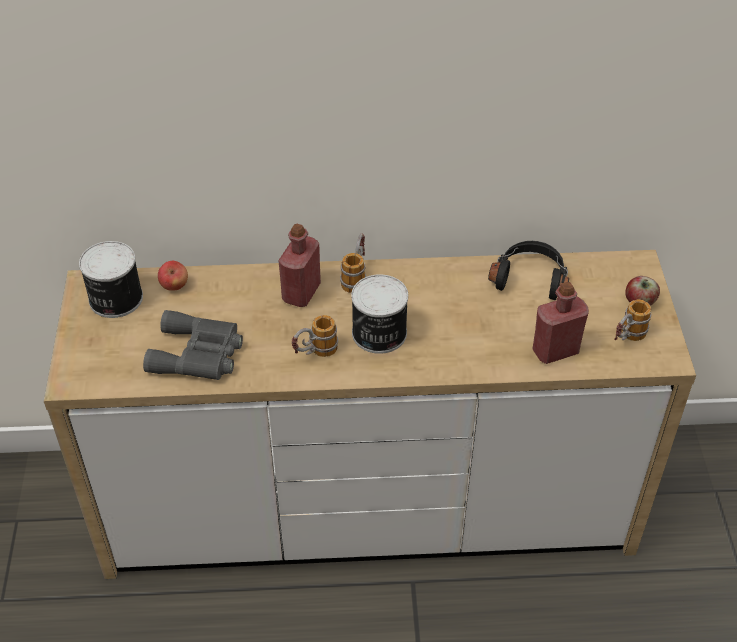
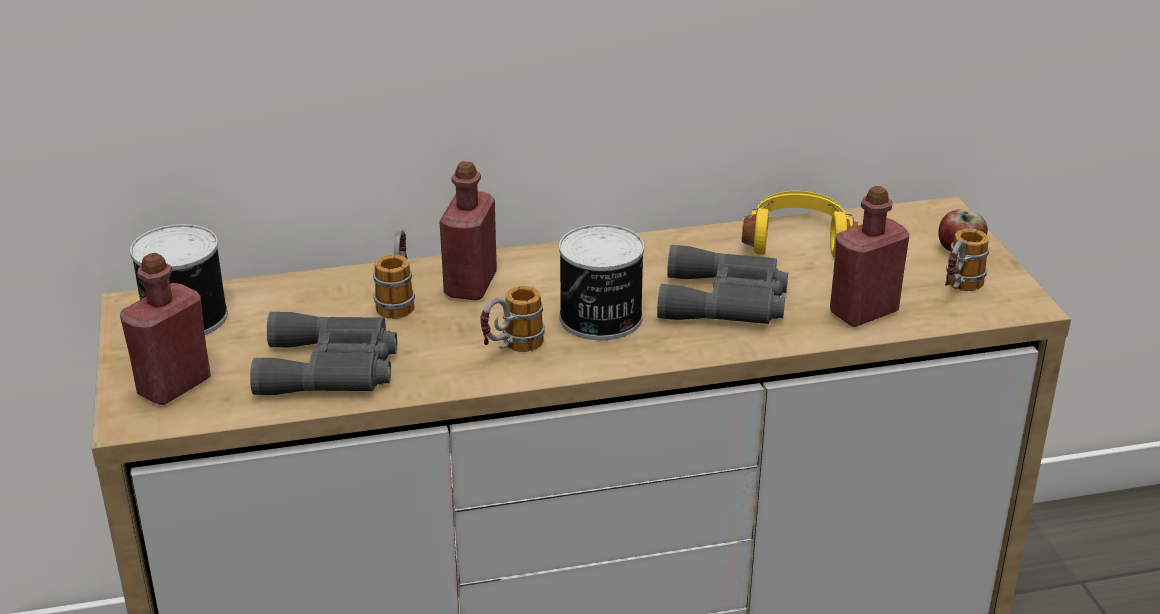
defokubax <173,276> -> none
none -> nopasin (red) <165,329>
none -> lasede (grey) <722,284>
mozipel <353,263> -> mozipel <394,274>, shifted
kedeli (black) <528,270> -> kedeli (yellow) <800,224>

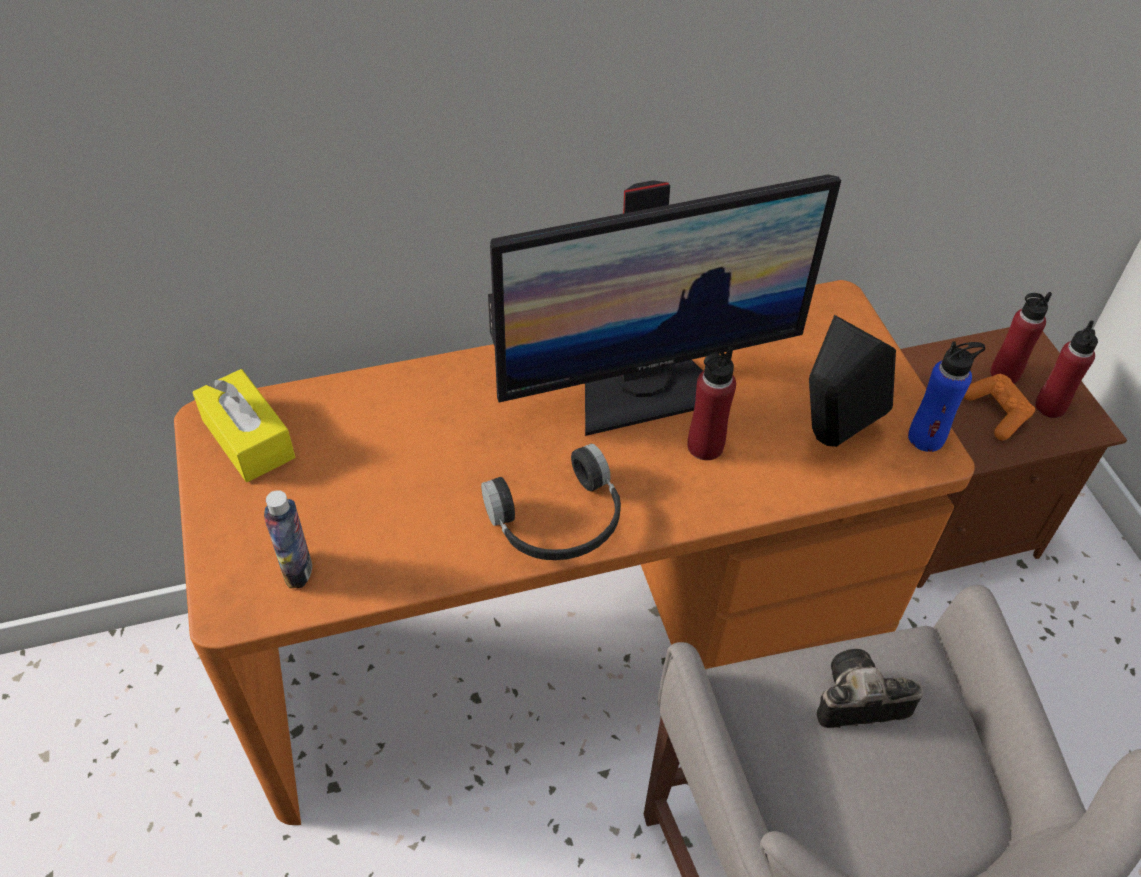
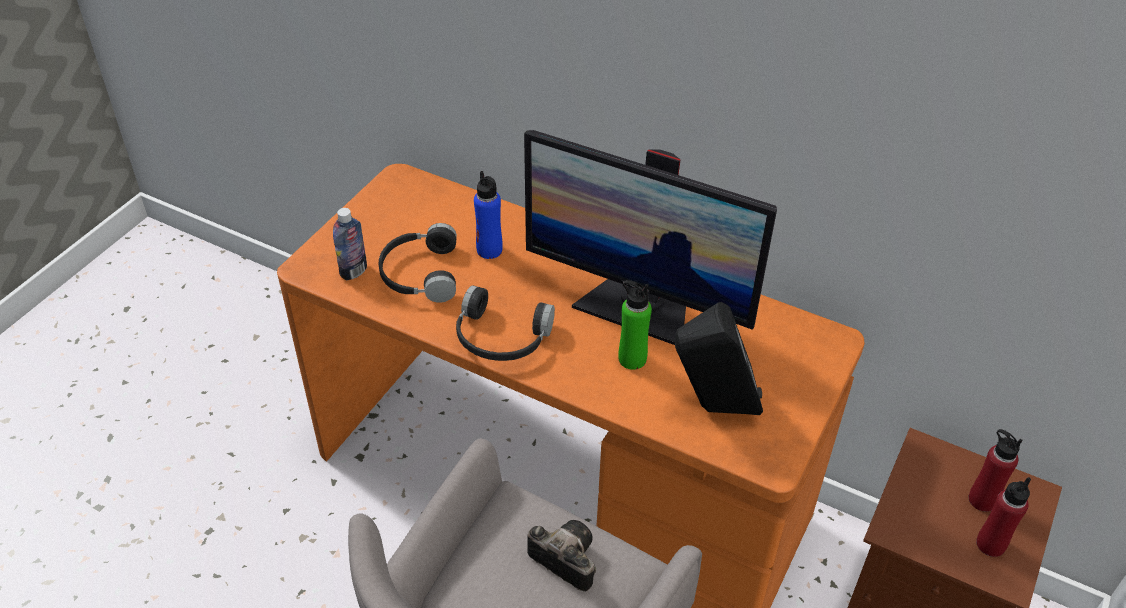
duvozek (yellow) <243,425> -> none
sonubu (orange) <999,407> -> none
none -> kedeli (black) <417,263>
nopasin (blue) <946,396> -> nopasin (blue) <488,215>, shifted
nopasin (red) <712,403> -> nopasin (green) <635,325>

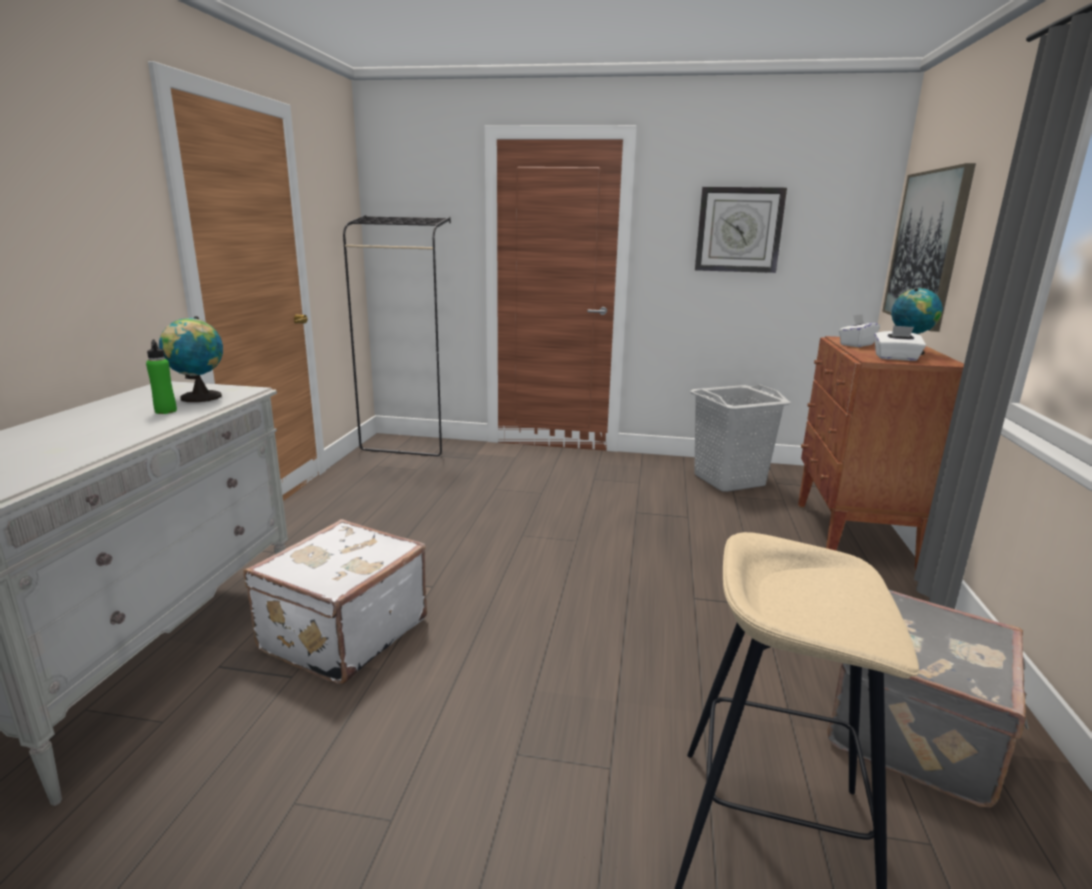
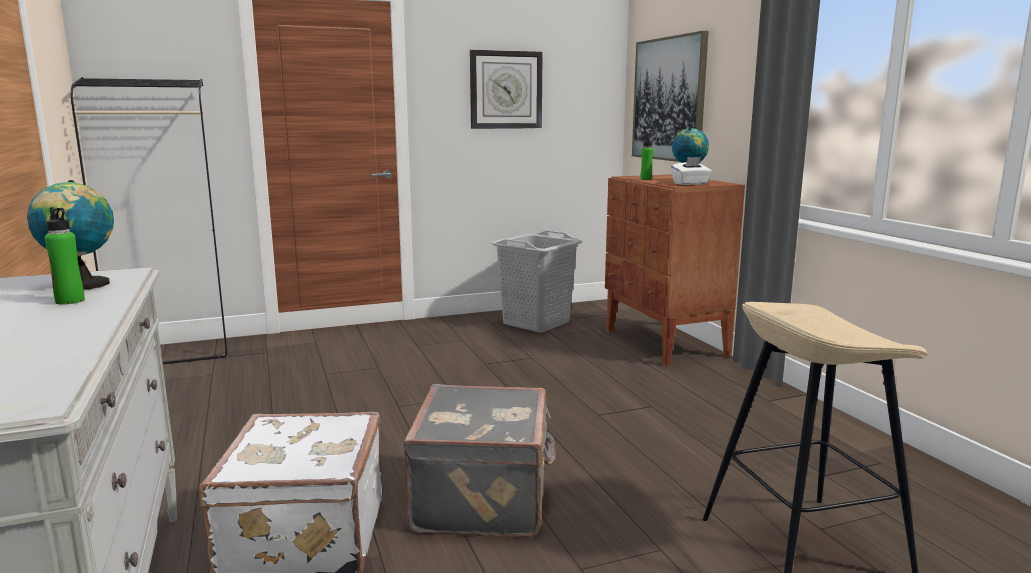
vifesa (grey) <928,698> -> vifesa (grey) <479,460>, shifted
duvozek (white) <859,330> -> nopasin (green) <646,158>

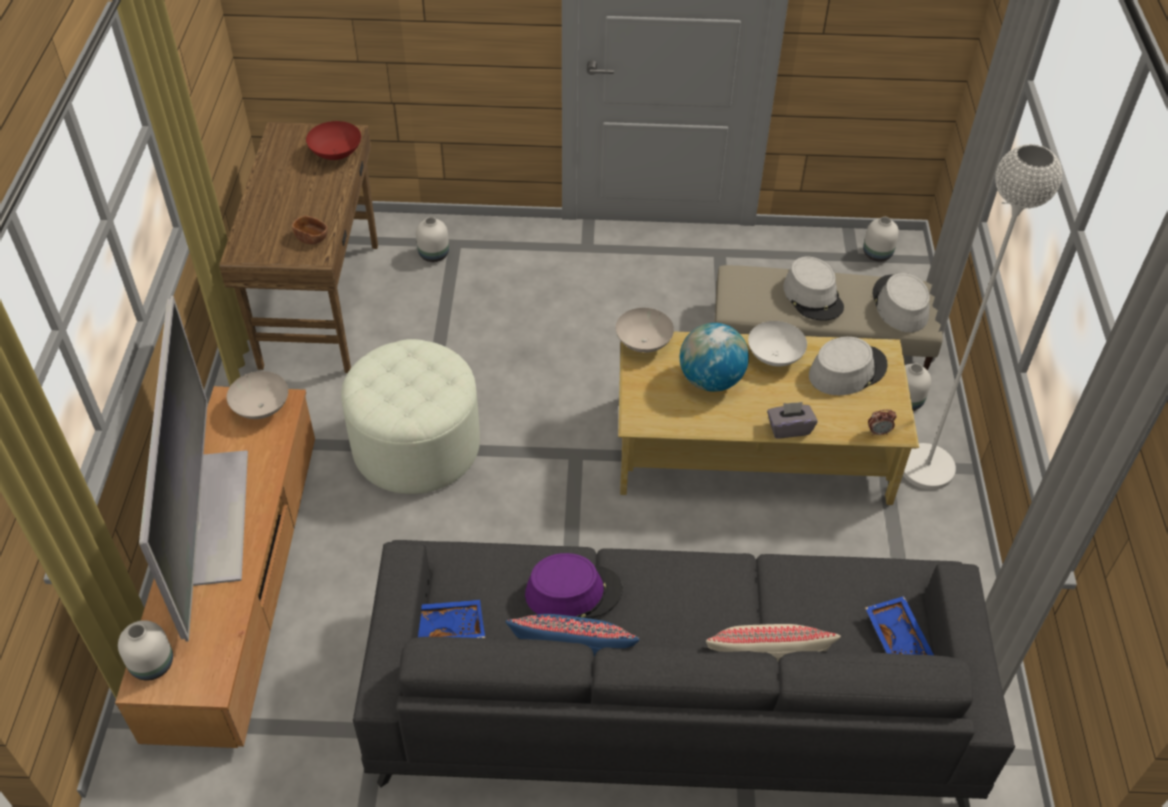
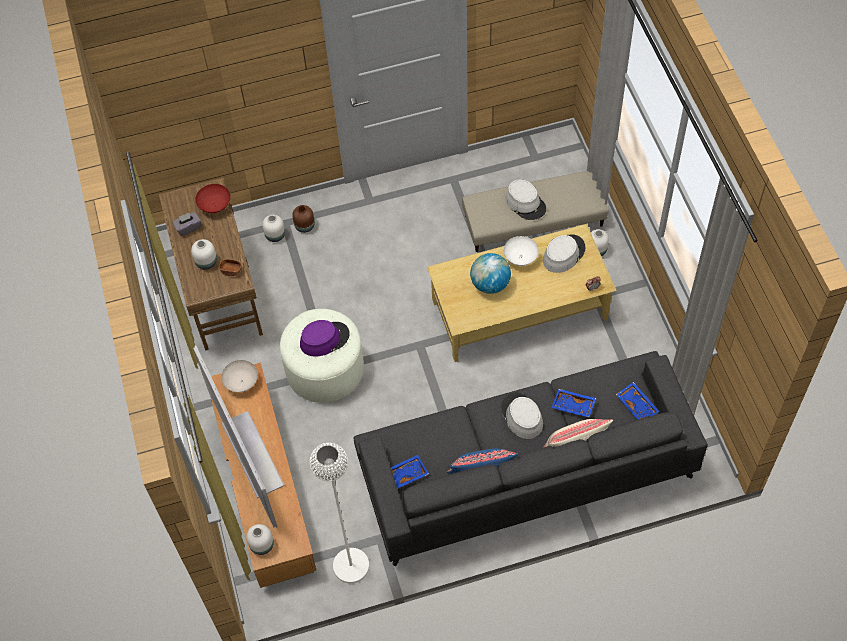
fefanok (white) <645,330> -> none
none -> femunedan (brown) <303,219>
none -> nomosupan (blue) <573,403>
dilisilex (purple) <574,585> -> dilisilex (purple) <325,338>, shifted
duvozek (grey) <792,420> -> duvozek (grey) <187,224>, shifted
femunedan (white) <881,239> -> femunedan (white) <204,254>, shifted
dilisilex (grey) <901,302> -> dilisilex (grey) <522,415>, shifted
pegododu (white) <982,317> -> pegododu (white) <339,513>, shifted

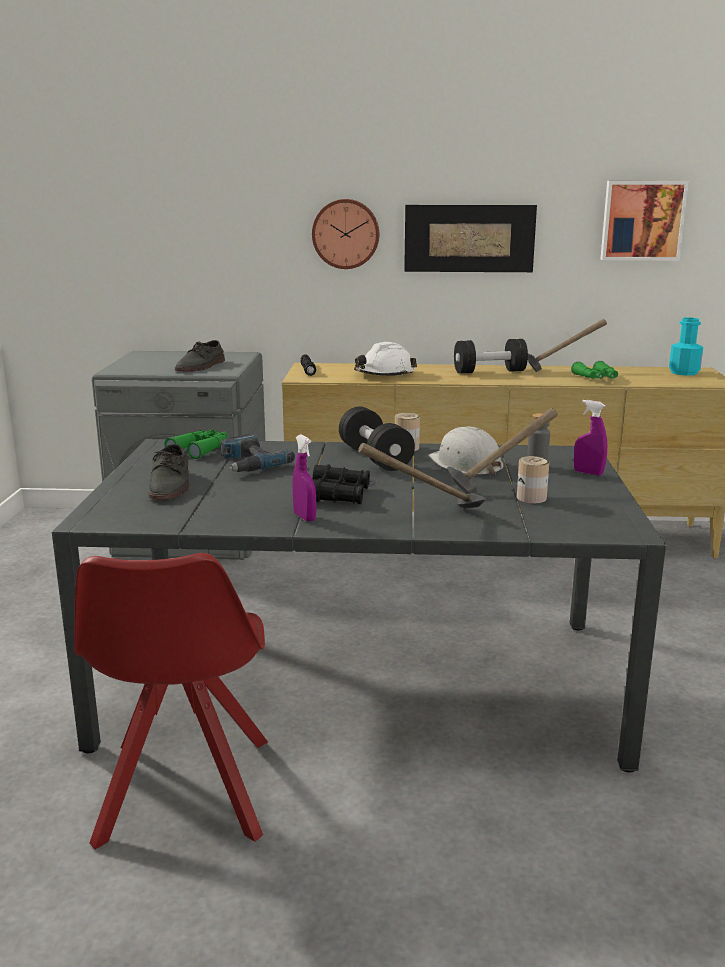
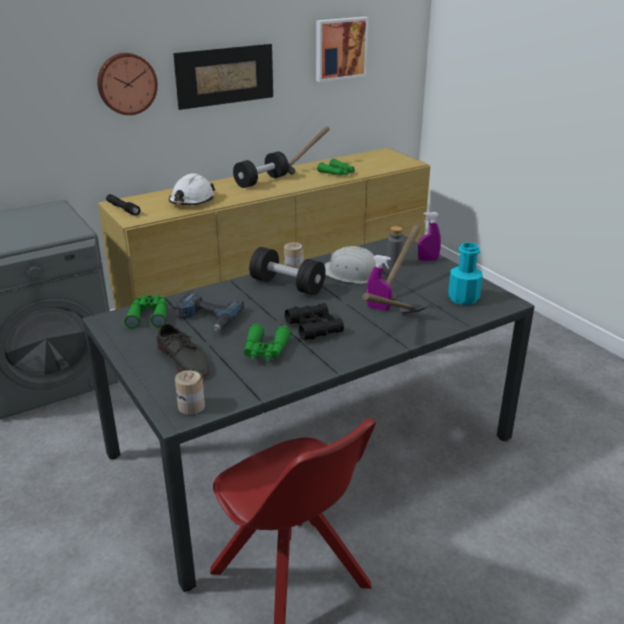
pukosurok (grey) <200,356> -> none
none -> lasede (green) <267,342>
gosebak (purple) <304,477> -> gosebak (purple) <379,283>, shifted
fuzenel <533,479> -> fuzenel <190,392>, shifted
nopasin (turquoise) <686,346> -> nopasin (turquoise) <465,273>, shifted

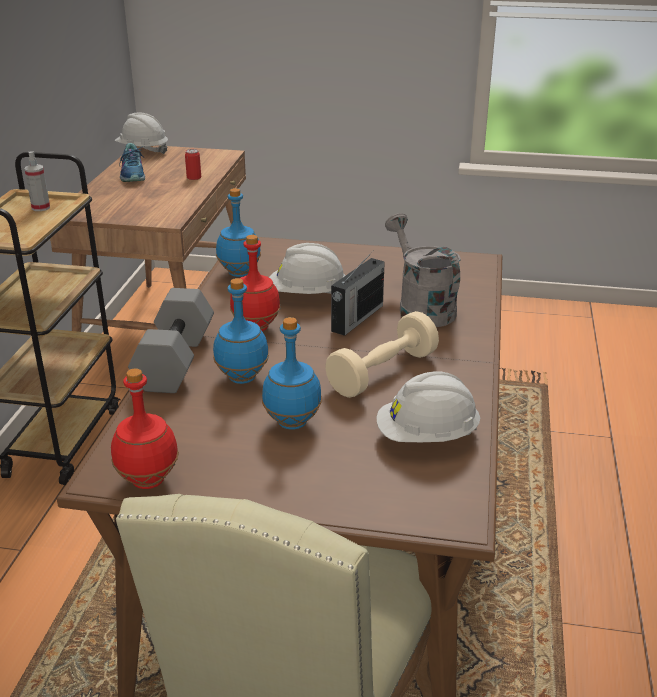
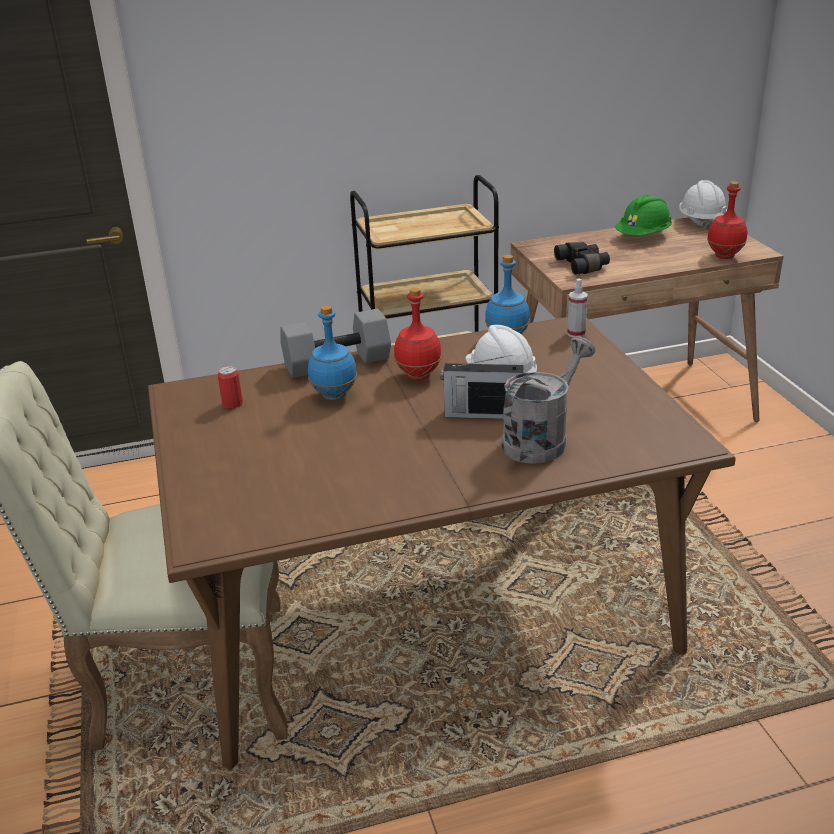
nopasin (blue) <292,373> -> none
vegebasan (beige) <382,354> -> none
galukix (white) <428,407> -> none
none -> lasede (black) <582,258>
gosebak <37,181> -> gosebak <577,308>, shifted
nopasin (red) <145,429> -> nopasin (red) <727,220>, shifted
fuzenel <193,164> -> fuzenel <230,386>, shifted
pukosurok <132,162> -> galukix (green) <643,215>

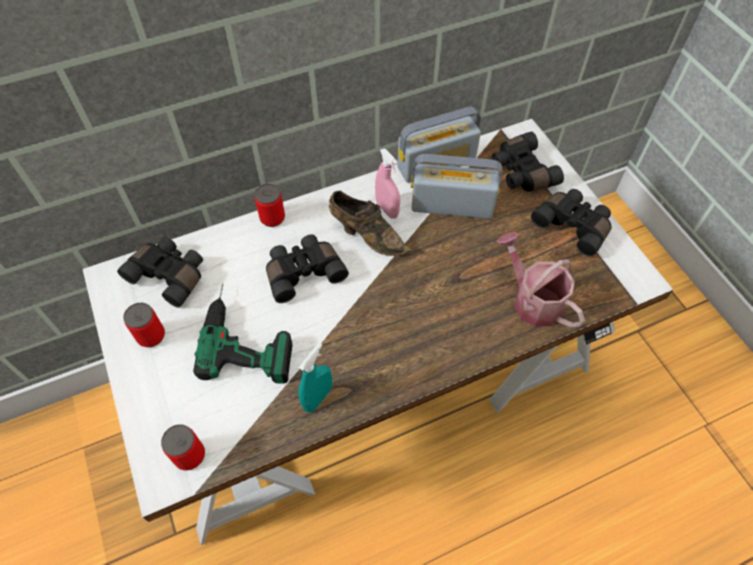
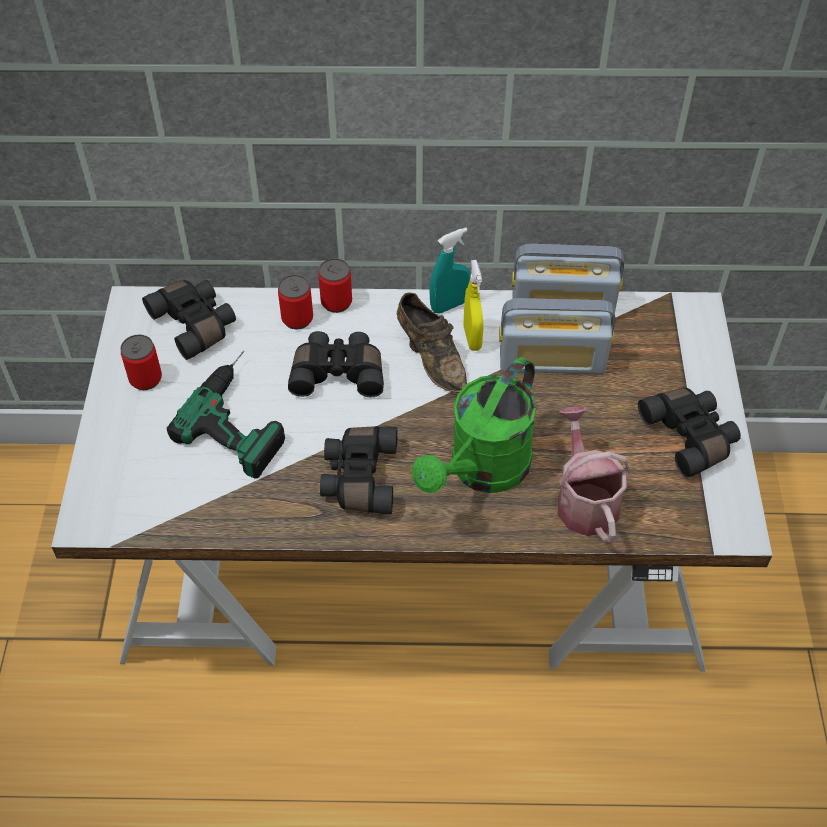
none -> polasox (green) <474,425>
fuzenel <183,447> -> fuzenel <295,302>, shifted
gosebak (turquoise) <315,377> -> gosebak (turquoise) <449,270>, shifted
lasede (black) <528,162> -> lasede (black) <358,470>, shifted
gosebak (pink) <387,183> -> gosebak (yellow) <473,305>
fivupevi <456,186> -> fivupevi <557,336>, 150 degrees clockwise

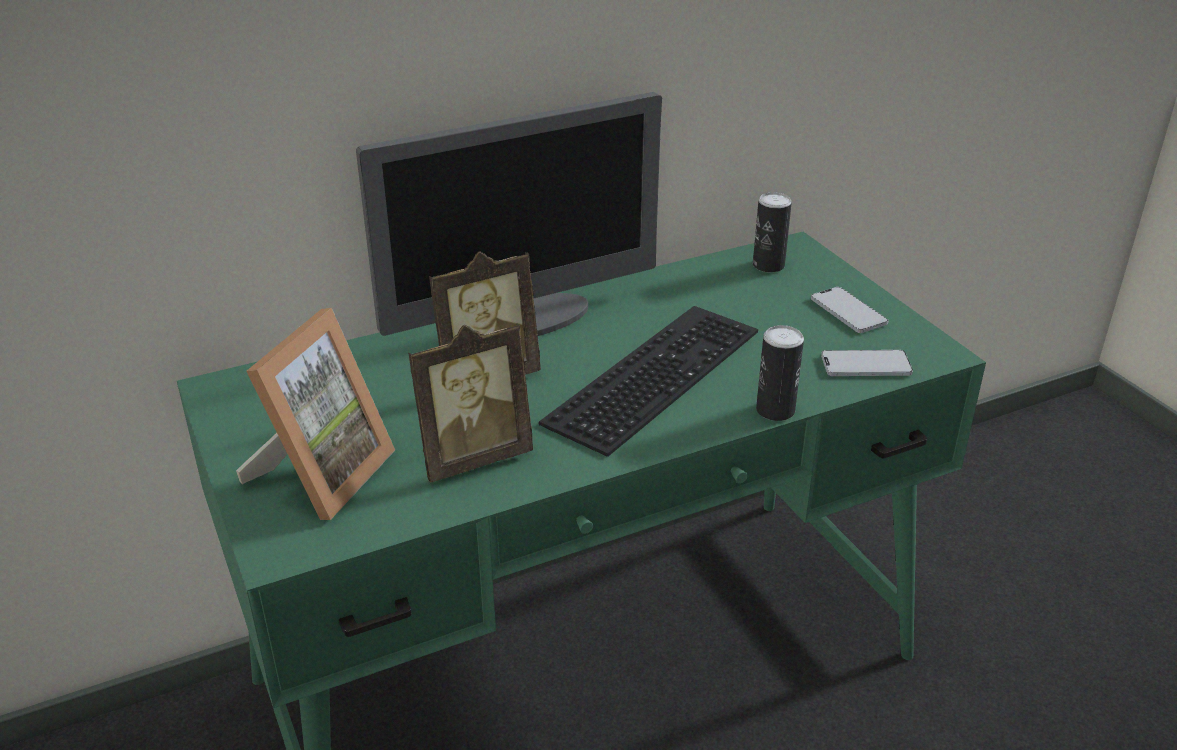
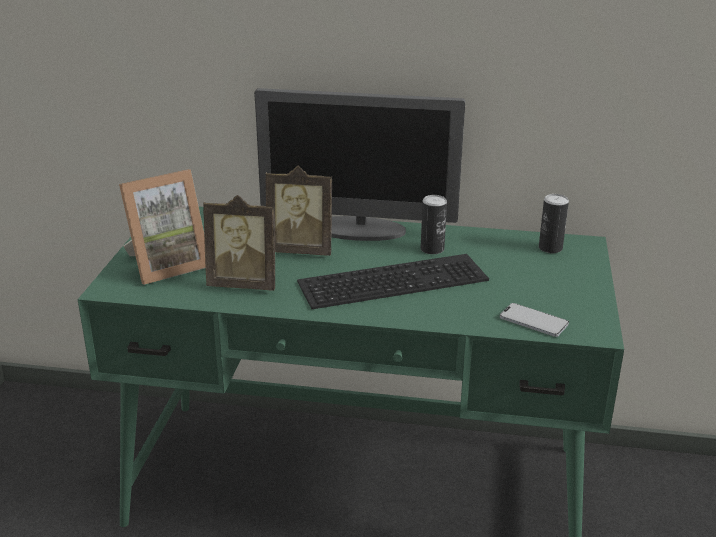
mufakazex <849,310> -> none
fuzenel <780,373> -> fuzenel <434,224>, shifted

